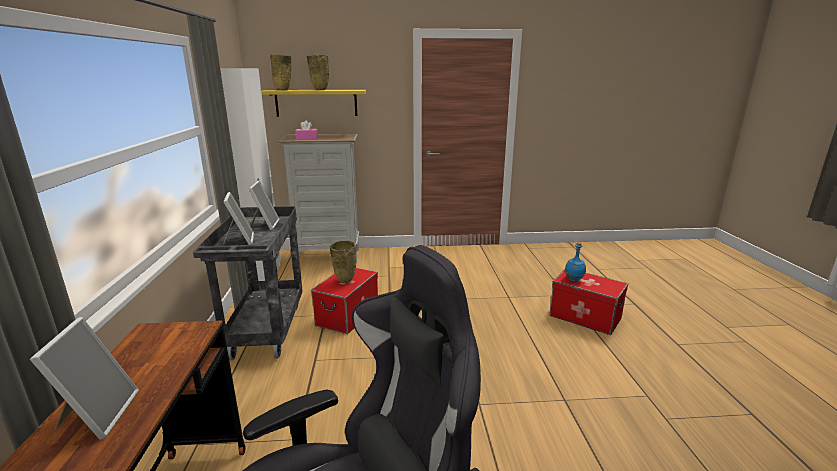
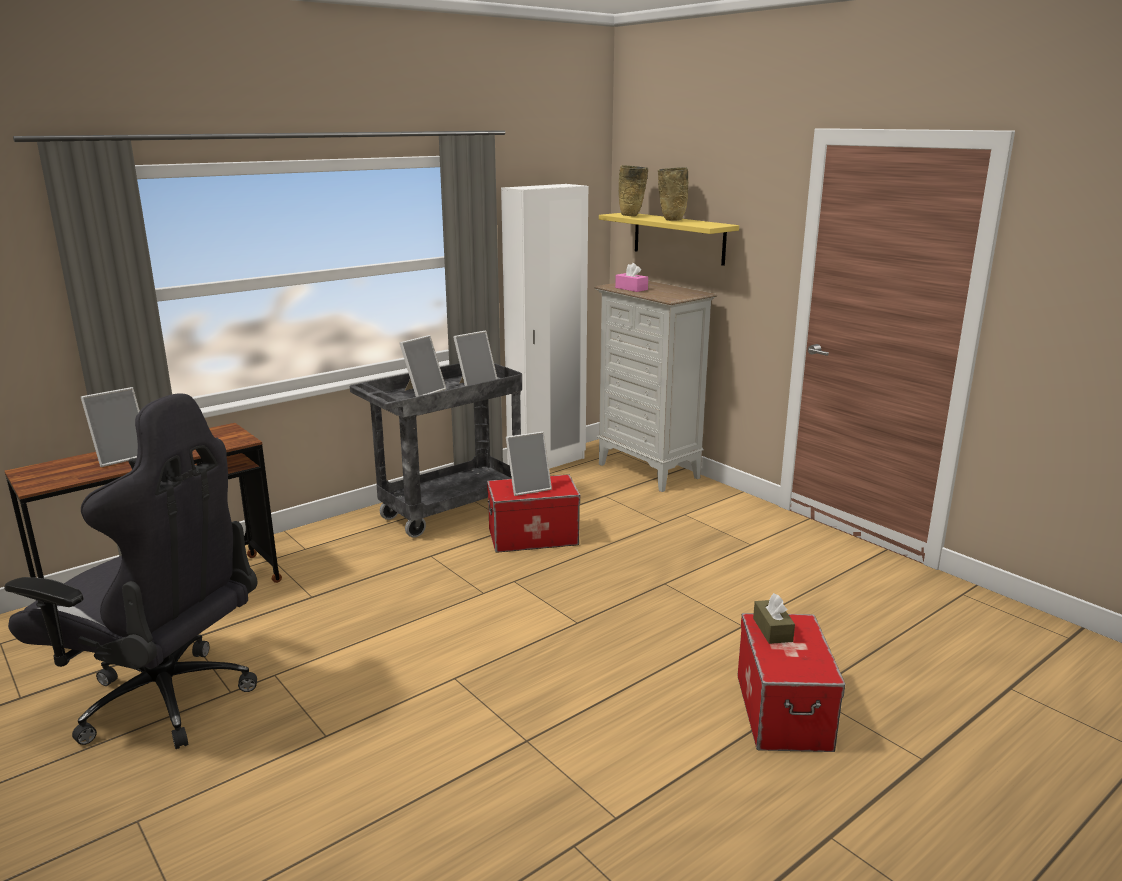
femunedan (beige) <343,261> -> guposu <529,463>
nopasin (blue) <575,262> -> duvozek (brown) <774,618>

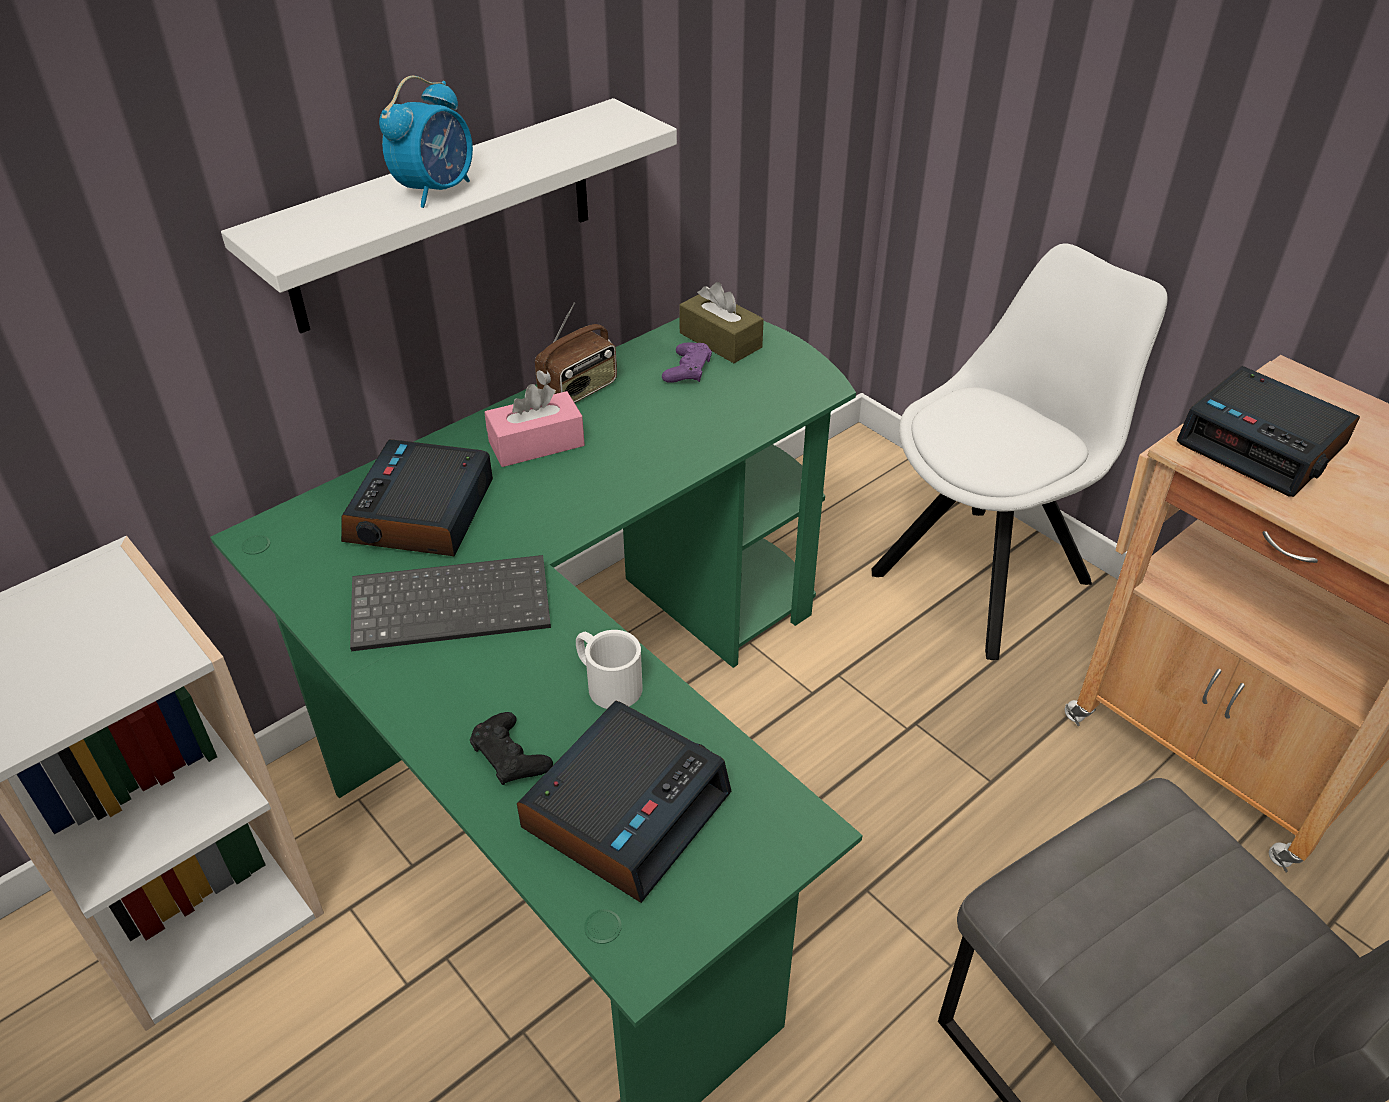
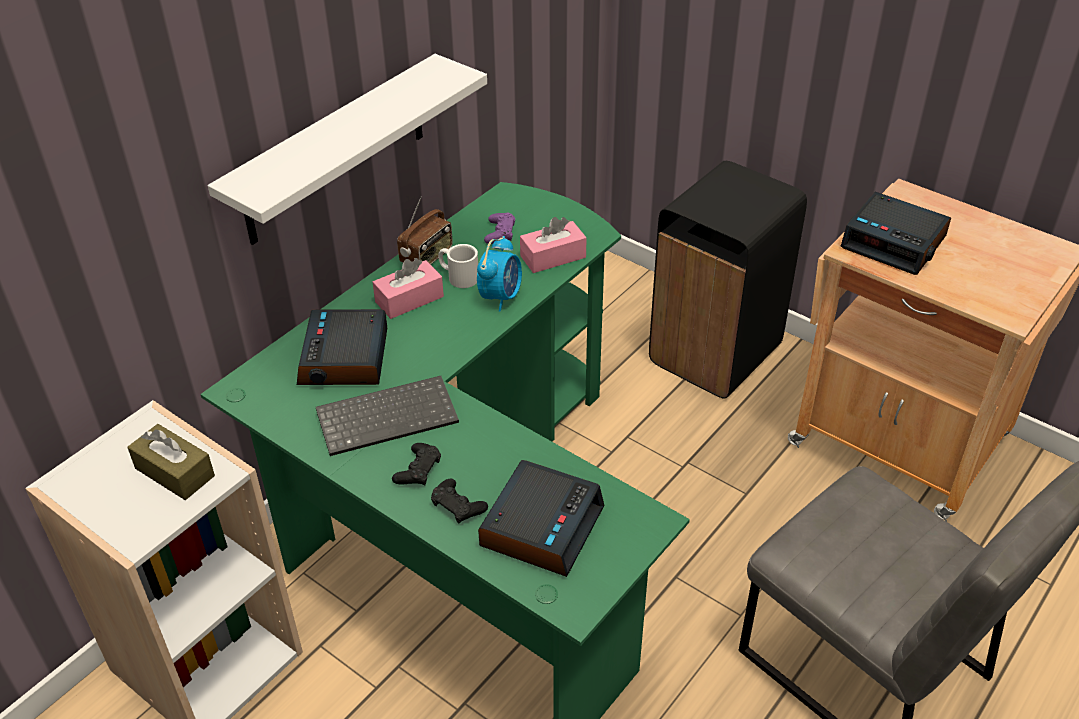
none -> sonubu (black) <416,464>
none -> duvozek (pink) <553,245>
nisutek <426,142> -> nisutek <499,274>, shifted
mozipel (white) <609,669> -> mozipel (white) <458,266>, shifted
duvozek (brown) <721,322> -> duvozek (brown) <171,462>, shifted
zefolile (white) <1020,451> -> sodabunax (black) <728,280>

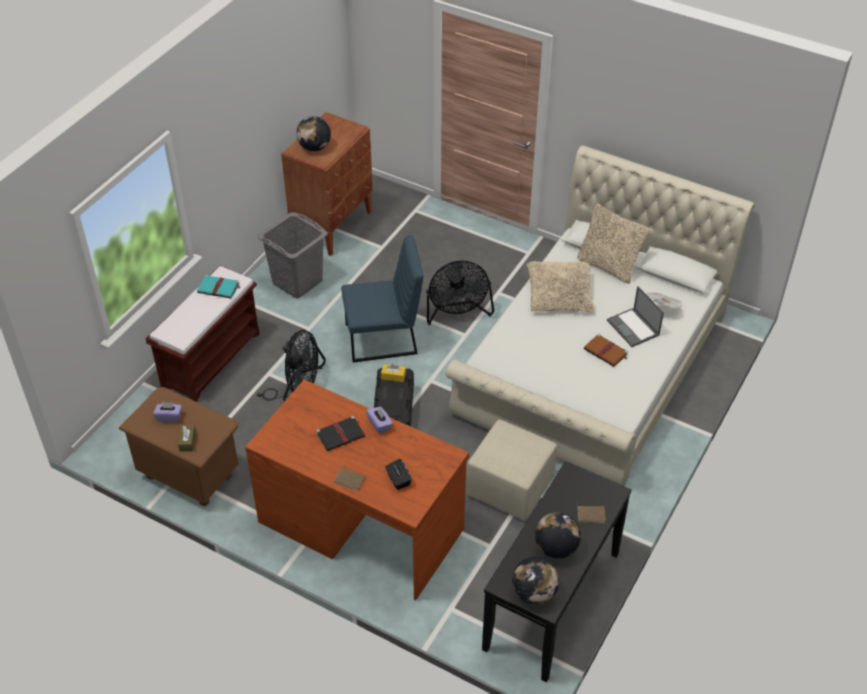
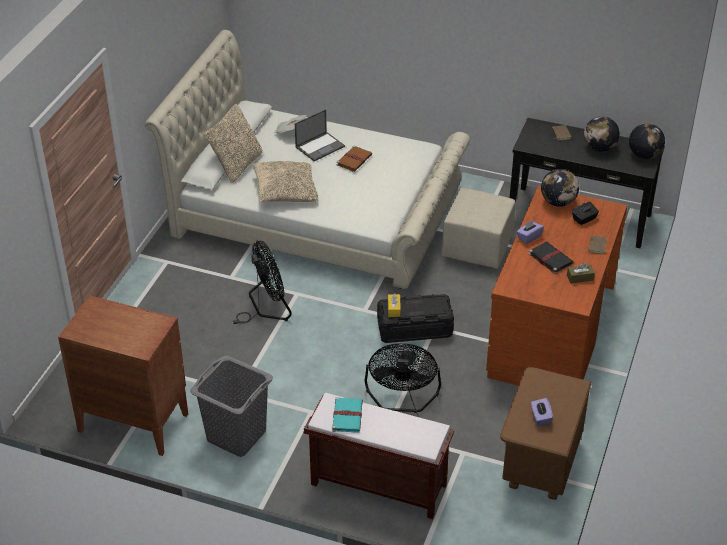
zefolile (blue) <382,299> -> none
duvozek (brown) <187,438> -> duvozek (brown) <581,273>, shifted
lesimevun <313,133> -> lesimevun <560,188>, shifted

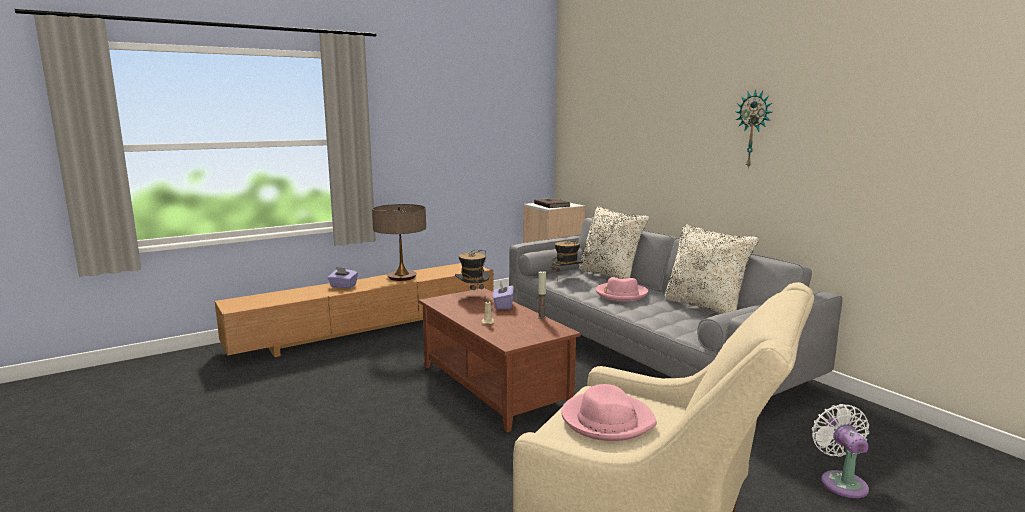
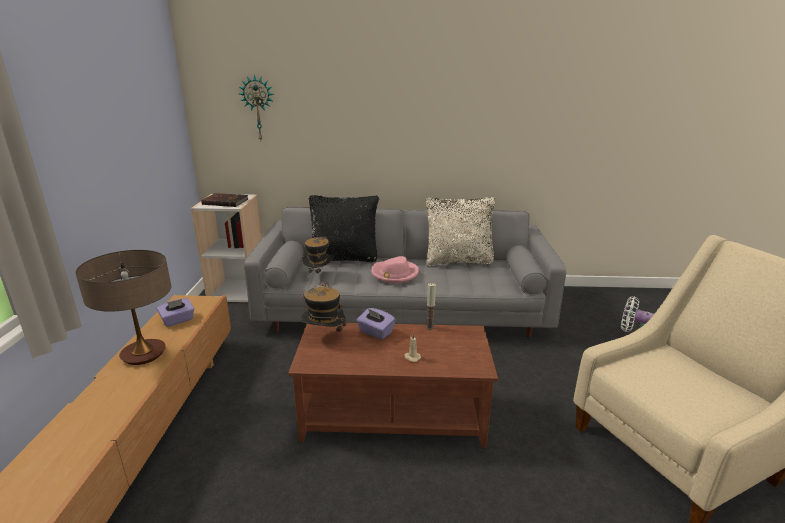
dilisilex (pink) <609,412> -> none
duvozek (purple) <342,277> -> duvozek (purple) <175,313>, shifted
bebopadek <753,129> -> bebopadek <256,107>, shifted
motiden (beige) <614,242> -> motiden (black) <344,229>

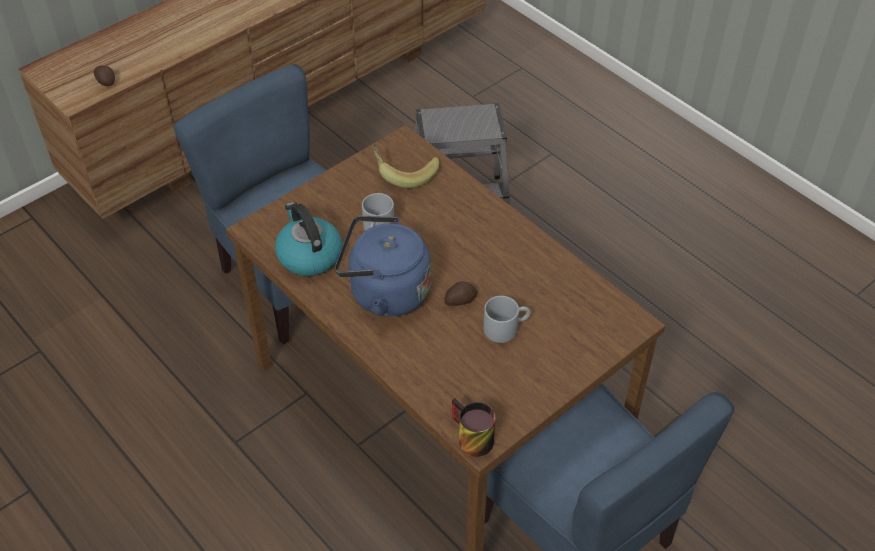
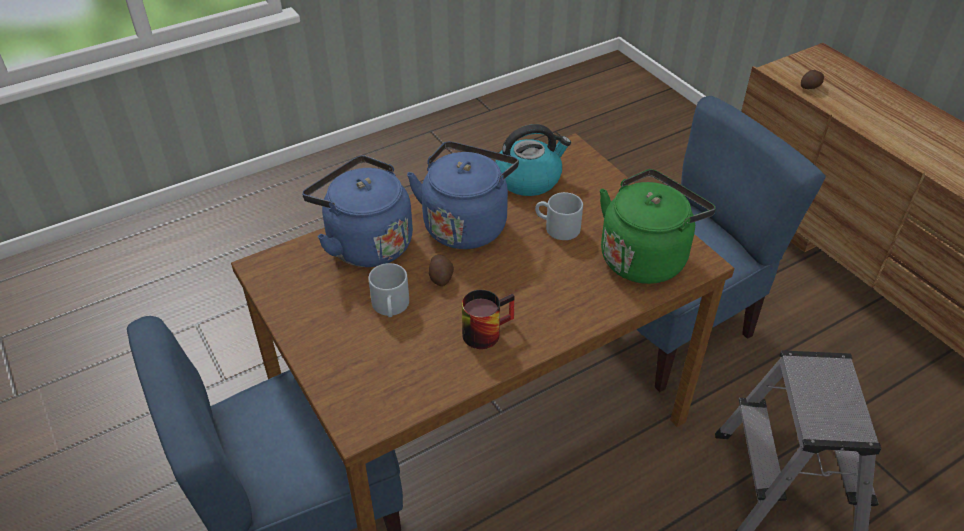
none -> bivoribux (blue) <357,211>
mozipel <474,427> -> mozipel <488,319>, shifted
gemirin <405,166> -> bivoribux (green) <658,226>

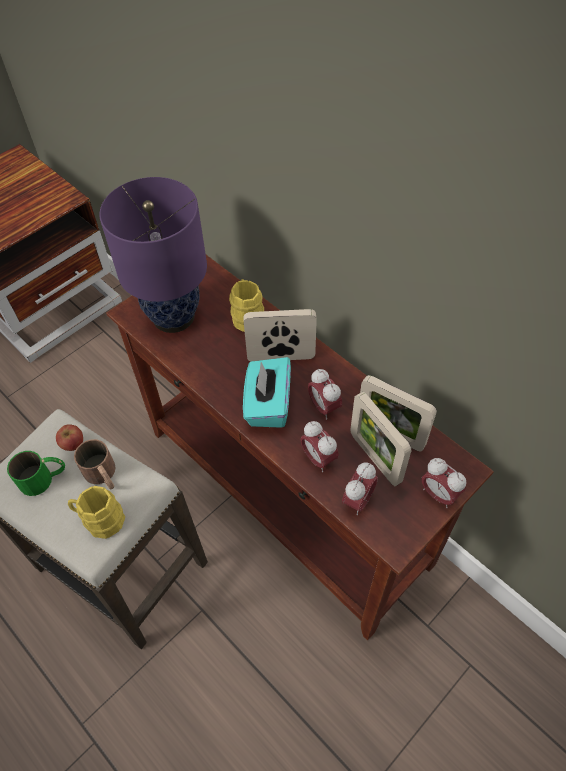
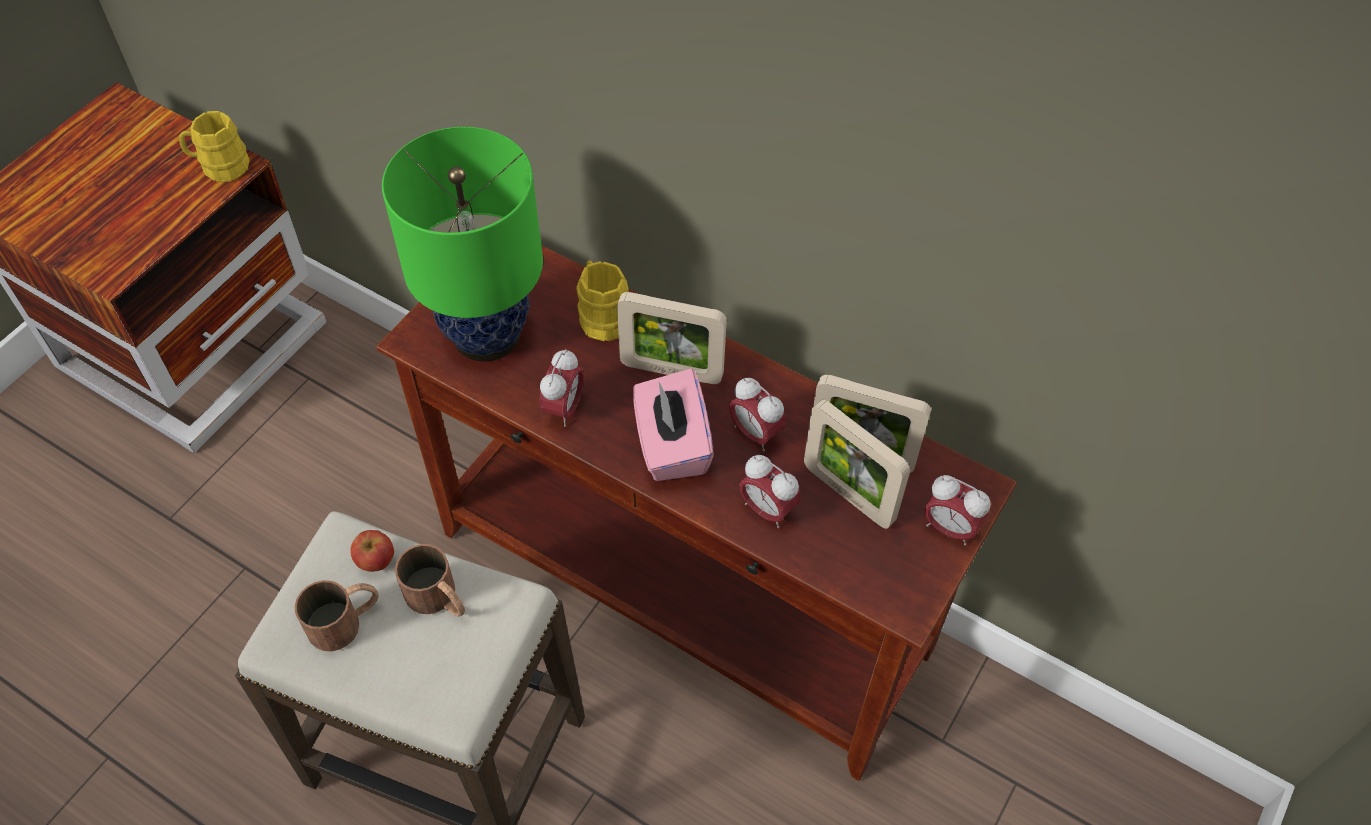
mozipel (yellow) <96,512> -> mozipel (yellow) <214,146>, shifted
nisutek <360,488> -> nisutek <561,388>, shifted
mozipel (green) <36,473> -> mozipel (brown) <336,615>
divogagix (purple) <153,255> -> divogagix (green) <462,244>
duvozek (turquoise) <267,392> -> duvozek (pink) <673,425>
guposu <280,335> -> guposu <672,338>, 150 degrees counterclockwise

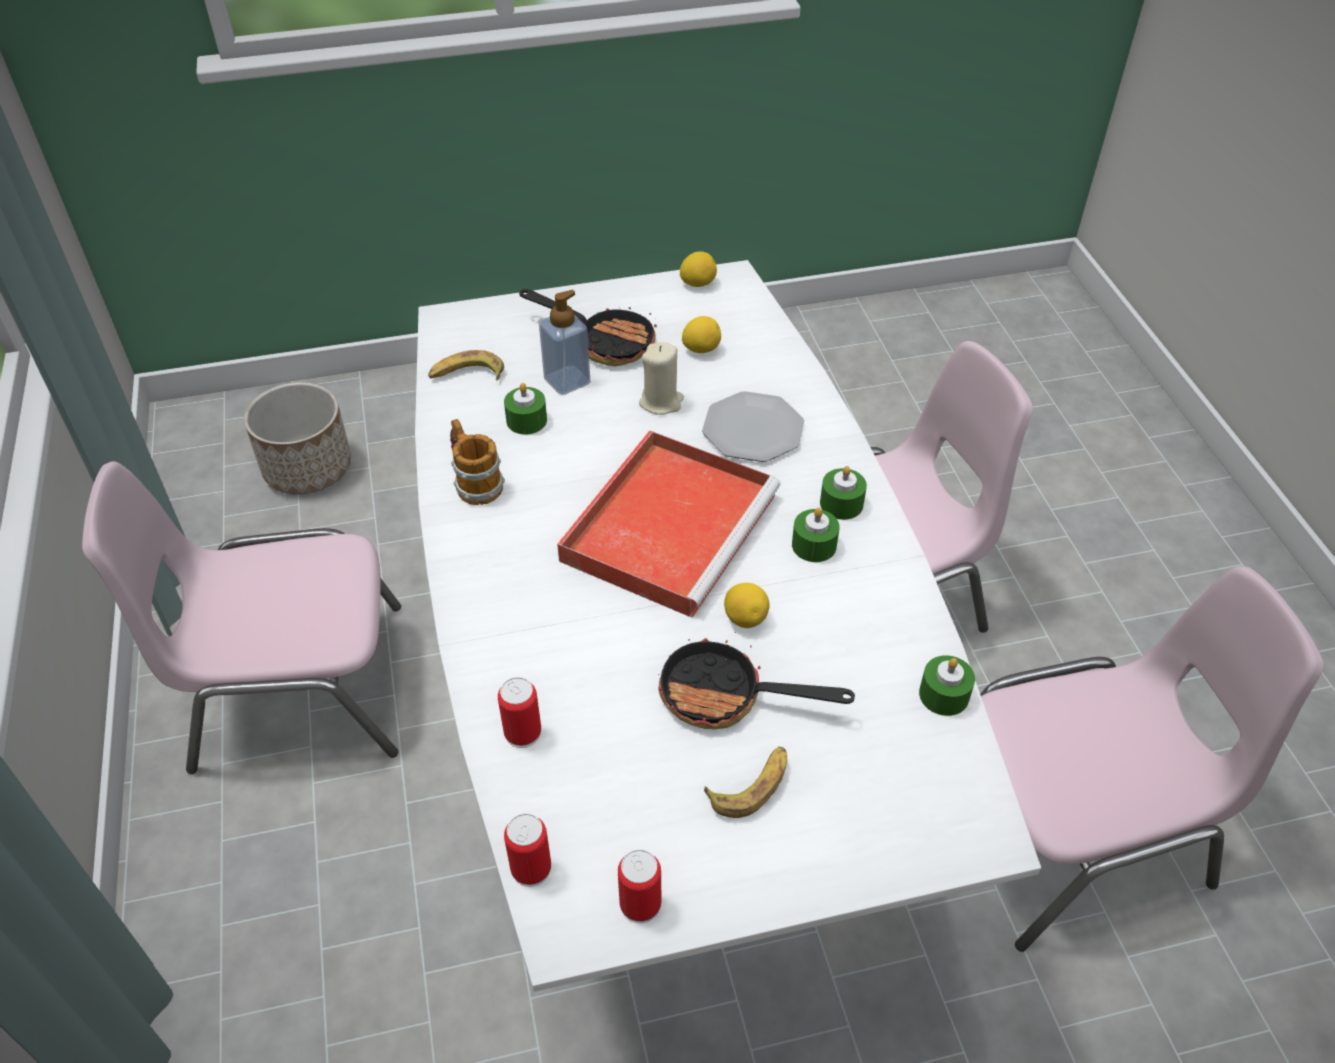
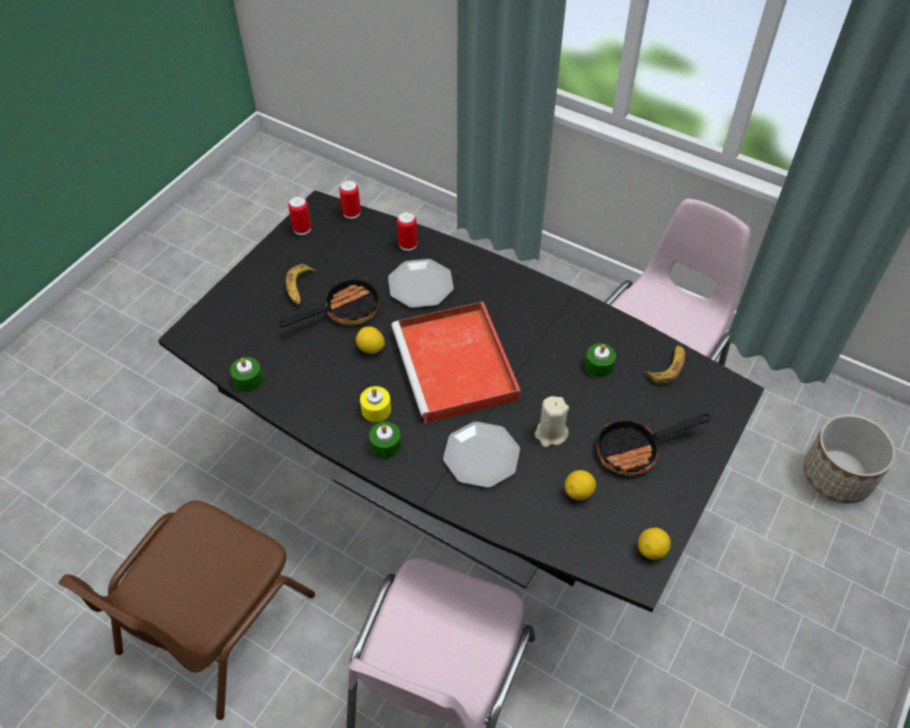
mozipel <477,462> -> none
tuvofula <565,342> -> none
none -> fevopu <421,283>
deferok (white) <728,626> -> deferok (black) <461,401>
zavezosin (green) <816,535> -> zavezosin (yellow) <375,404>
zefolile (pink) <1152,759> -> zefolile (brown) <187,610>

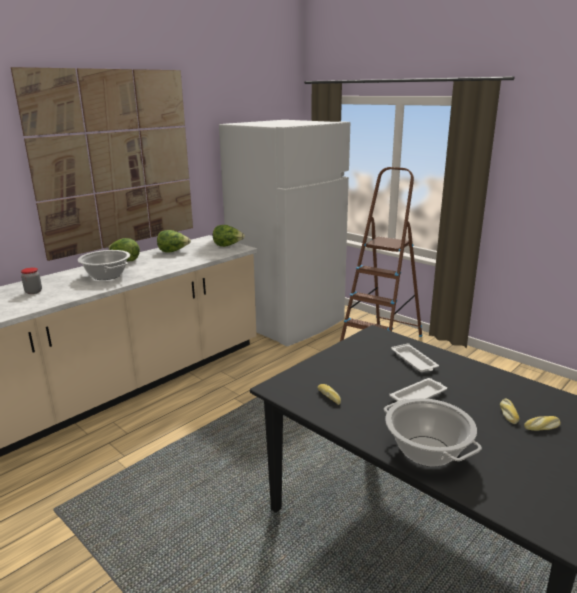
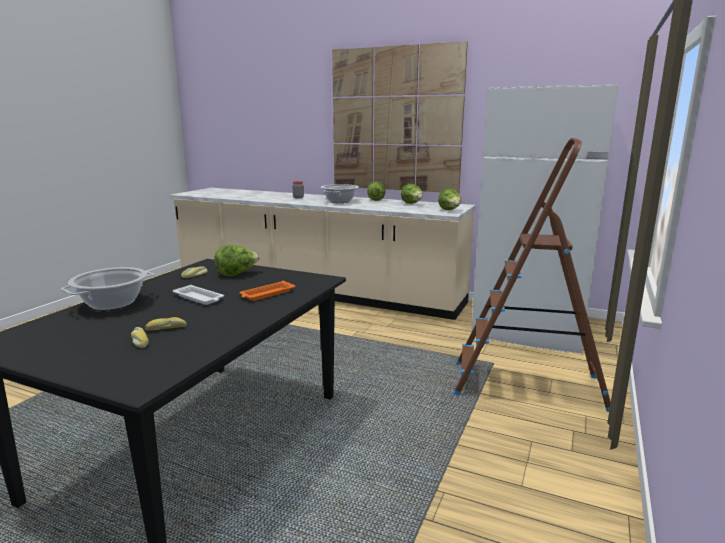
none -> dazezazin <237,260>
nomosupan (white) <415,357> -> nomosupan (orange) <267,291>

